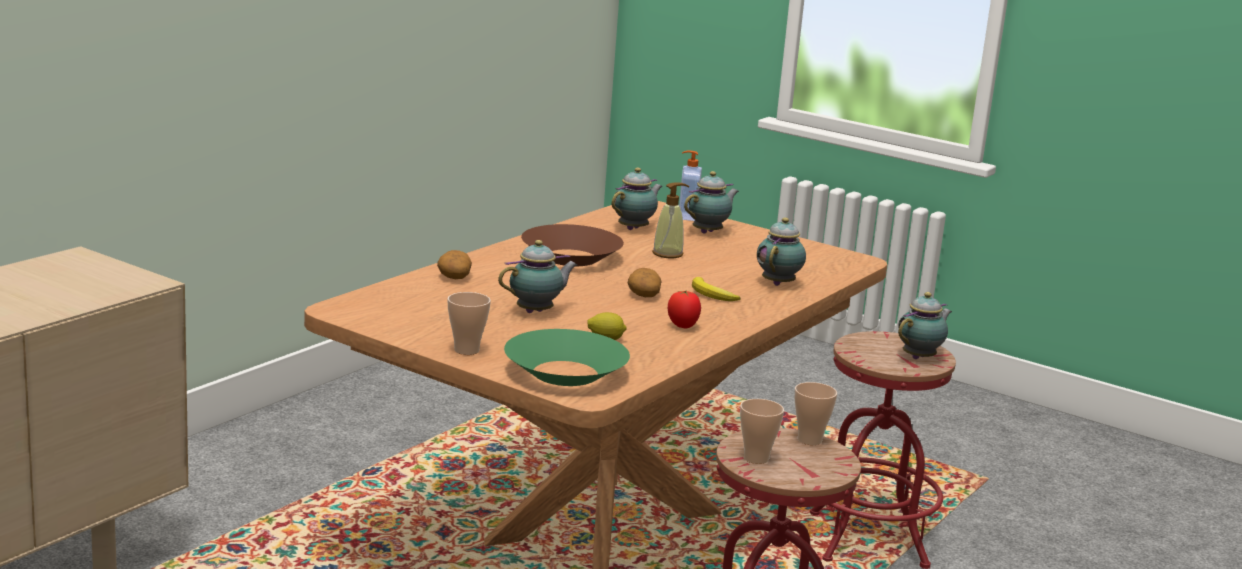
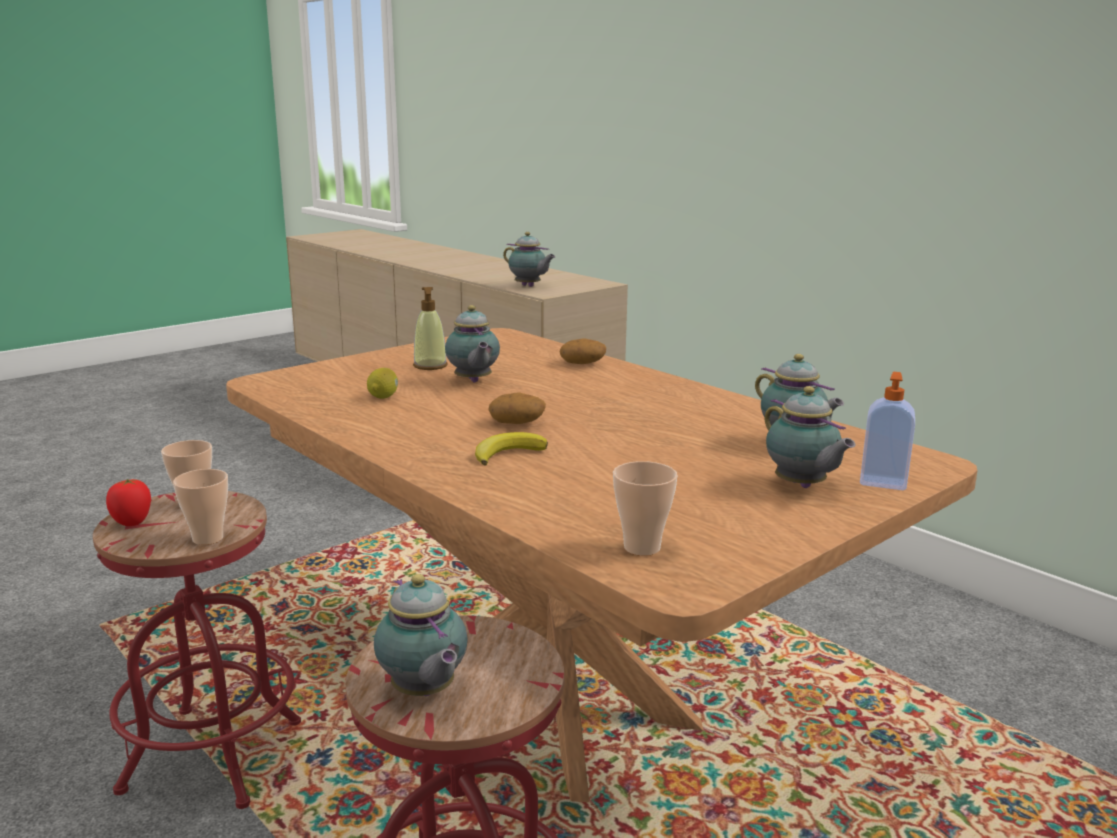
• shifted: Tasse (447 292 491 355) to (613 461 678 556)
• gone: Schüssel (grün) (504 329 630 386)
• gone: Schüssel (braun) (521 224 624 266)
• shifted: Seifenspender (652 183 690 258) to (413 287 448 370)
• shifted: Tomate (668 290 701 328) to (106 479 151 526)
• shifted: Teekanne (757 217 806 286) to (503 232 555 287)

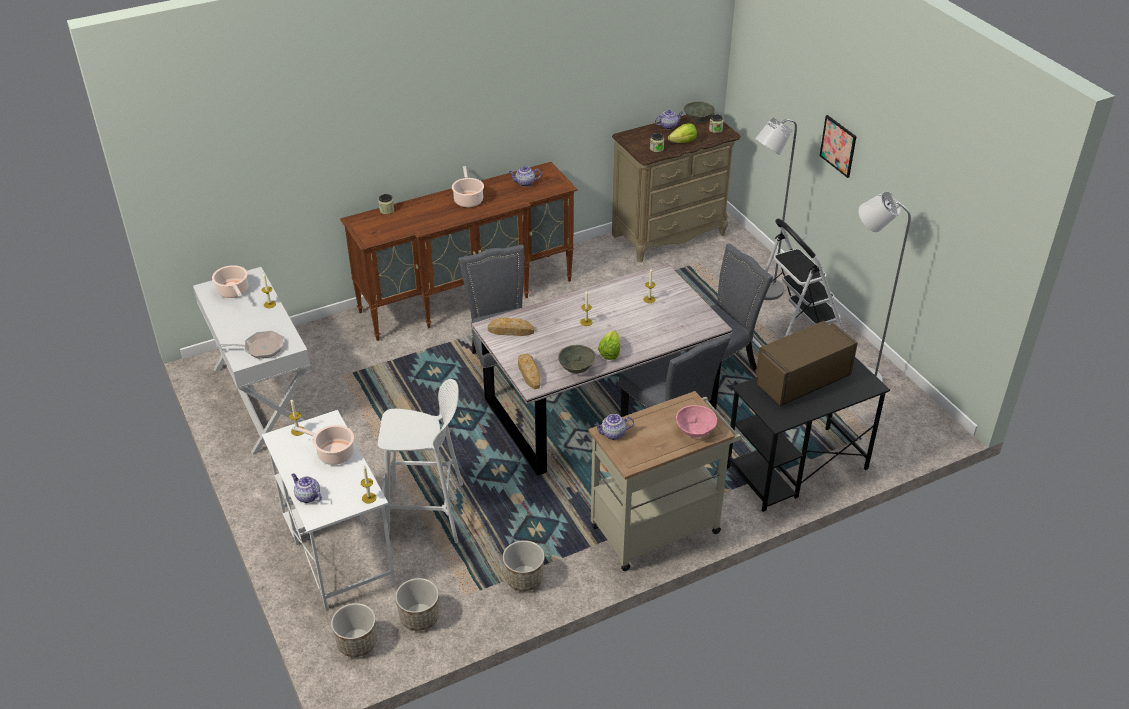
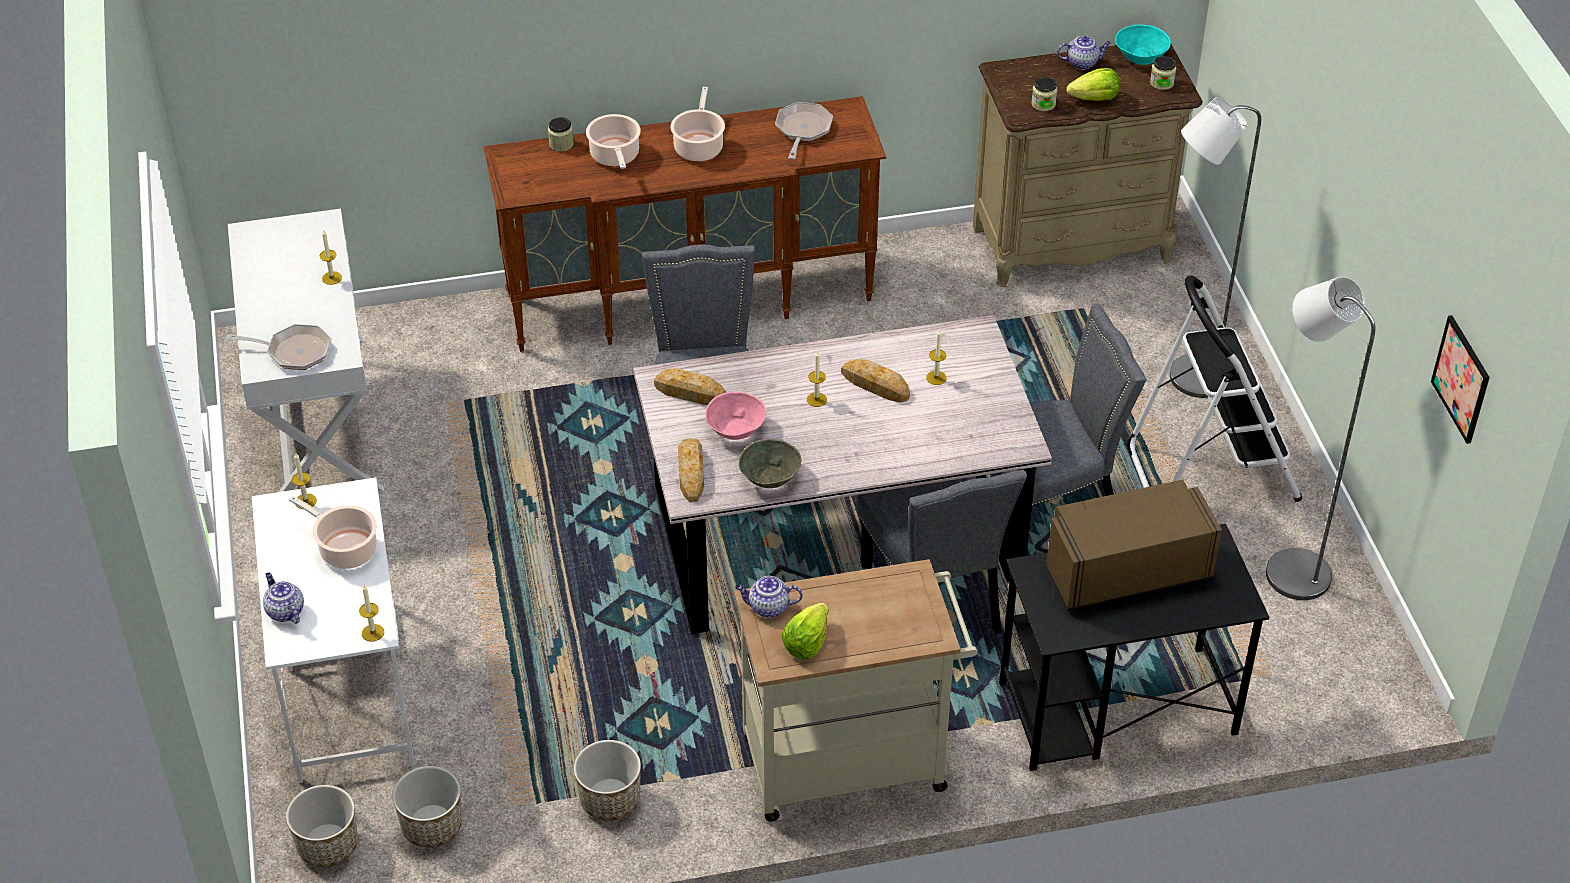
• shifted: Kochtopf (212 265 248 298) to (586 114 641 169)
• gone: Hocker (weiß) (378 379 463 543)
• swapped: Teekanne (509 166 541 187) to Pfanne (775 102 833 159)
• shifted: Salatkopf (598 330 620 360) to (781 603 829 660)
• shifted: Schüssel (rosa) (676 405 717 437) to (705 392 766 440)
• repainted: Schüssel (grau) (684 101 715 123) to Schüssel (türkis) (1115 25 1171 65)
• shifted: Bild (820 115 857 178) to (1431 315 1490 444)
• new: Brot (841 359 910 403)

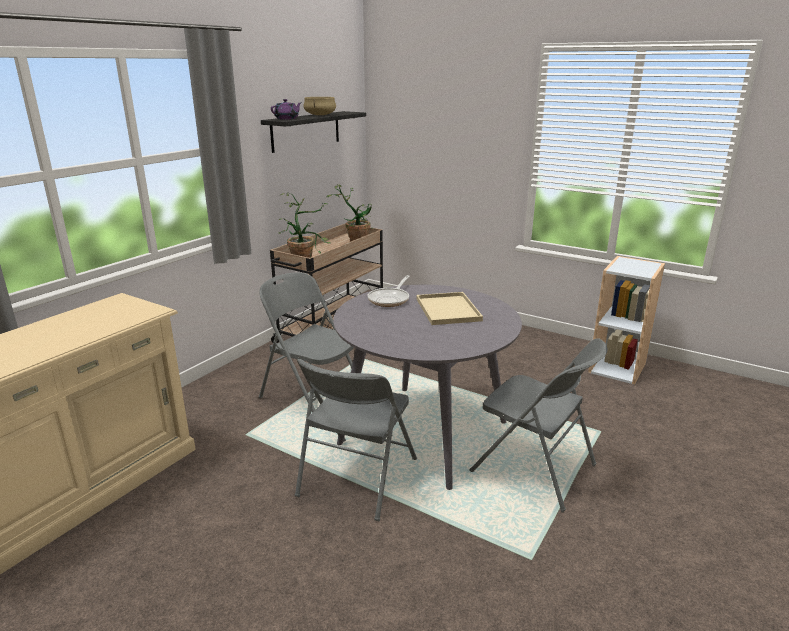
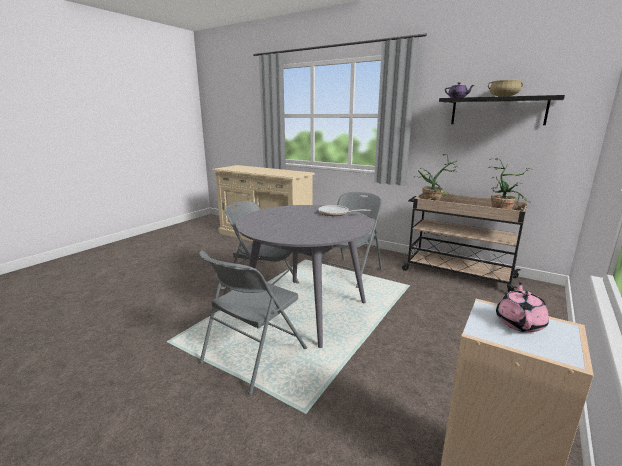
• gone: Tablett (beige) (417 292 483 325)
• new: Teekanne (rosa) (496 282 549 333)

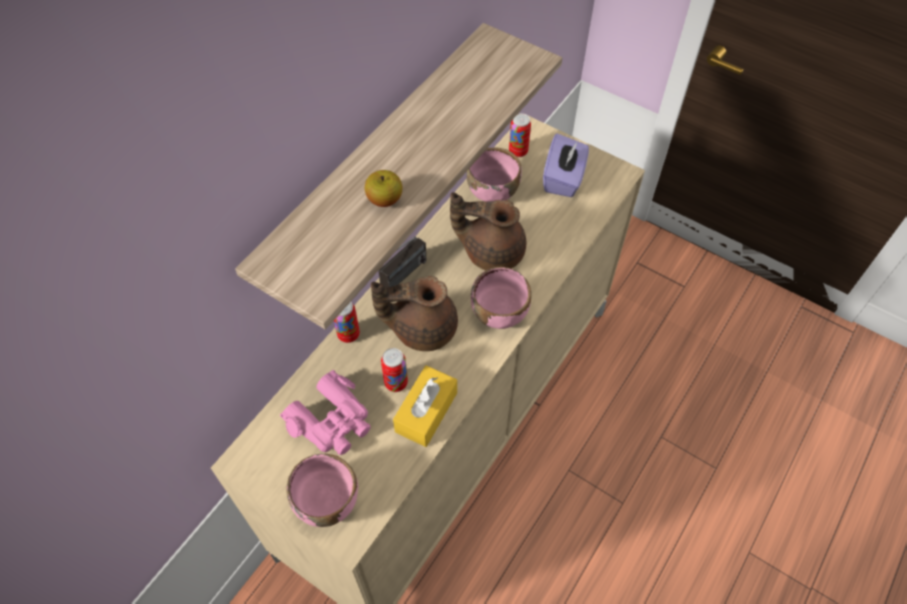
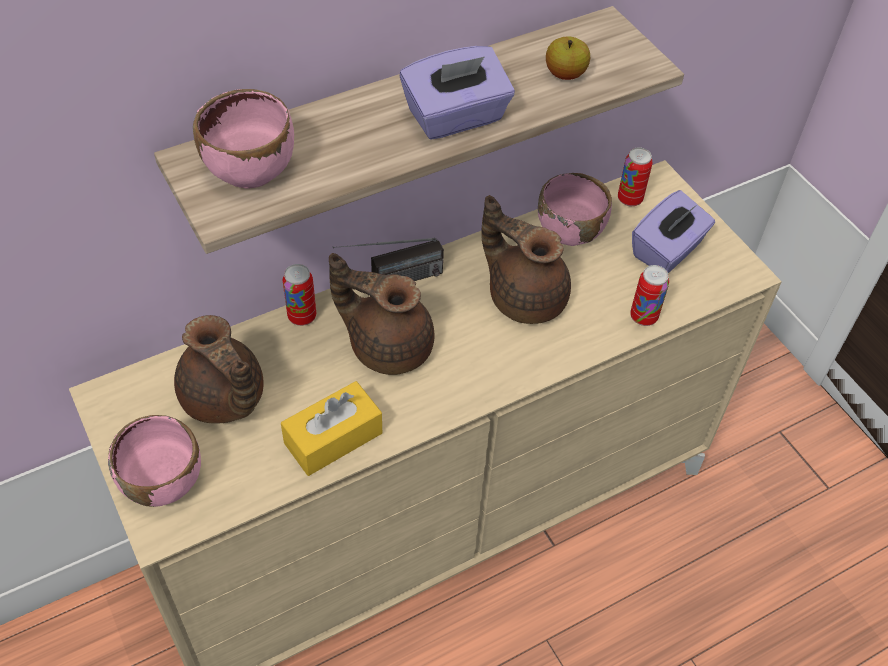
• swapped: Fernglas (rosa) (280 370 371 455) to Teekanne (braun) (174 315 264 424)
• shifted: Apfel (365 170 402 207) to (546 36 590 80)
• shifted: Dose (381 348 408 392) to (630 265 669 326)
• shifted: Schüssel (rosa) (471 267 531 329) to (193 89 294 188)
• new: Taschentuchbox (lila) (400 46 515 140)

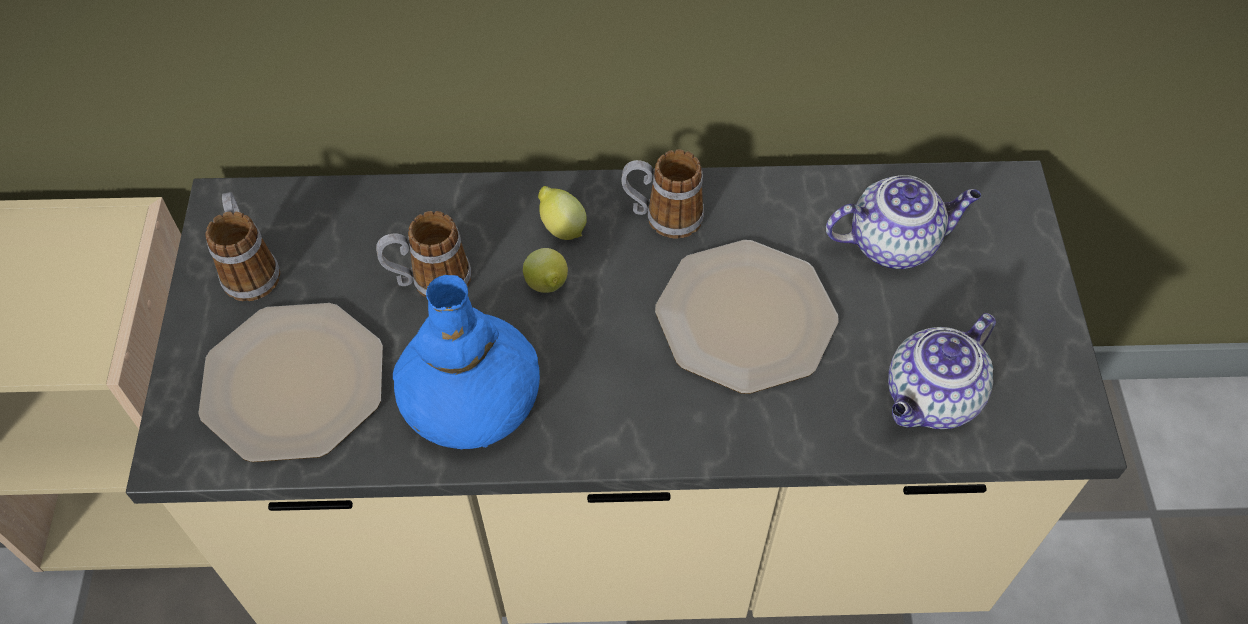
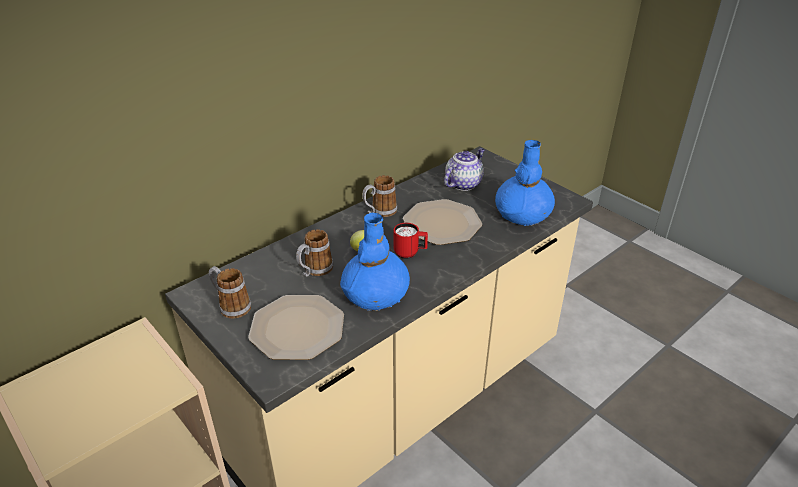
• gone: Zitrone (538 186 587 240)
• swapped: Teekanne (888 313 996 429) to Vase (blau) (495 140 555 226)
• new: Henkelbecher (rot) (393 223 428 259)

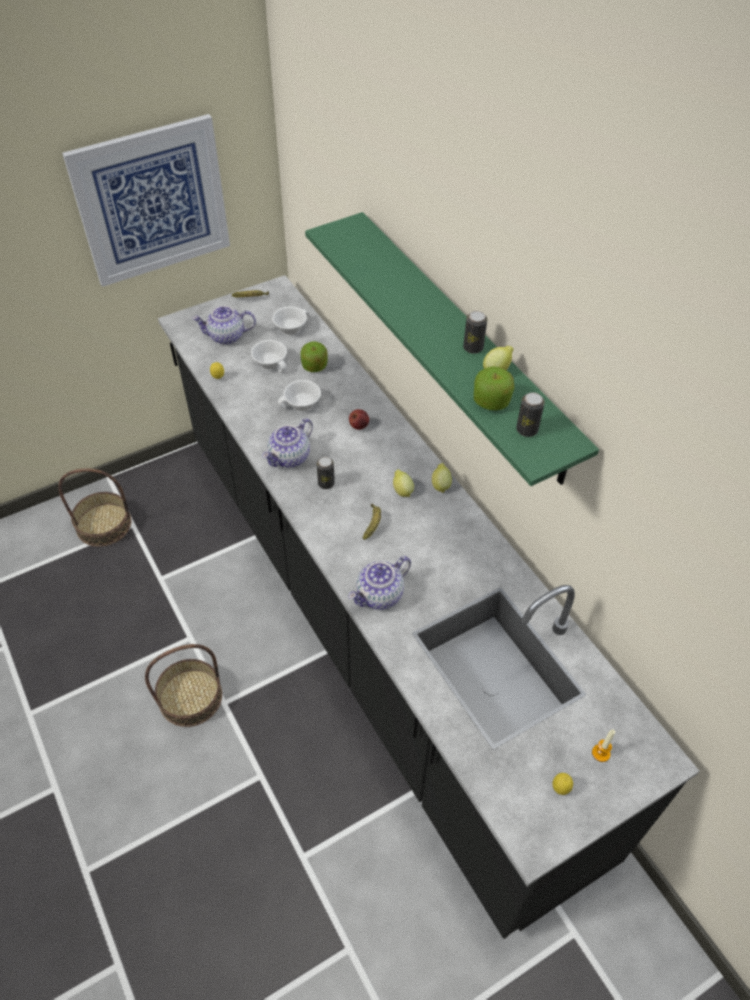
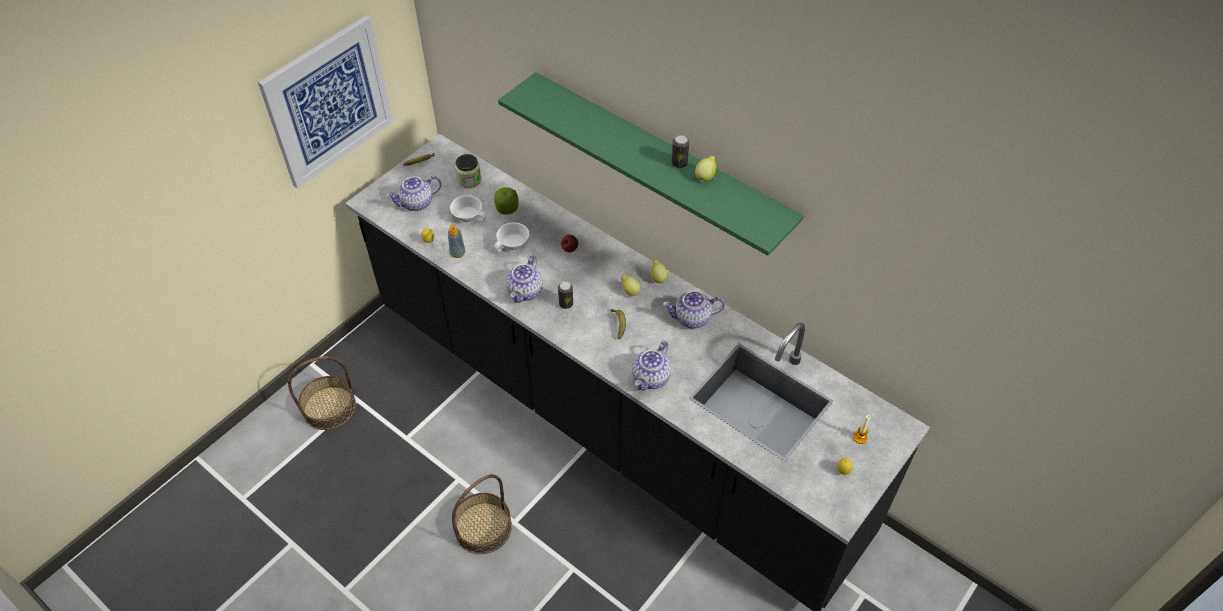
• swapped: Tasse (weiß) (272 306 309 336) to Vorratsglas (455 154 481 188)
• gone: Apfel (474 366 515 410)
• gone: Dose (516 392 545 437)
• new: Seifenspender (448 223 465 258)
• new: Teekanne (663 291 725 328)

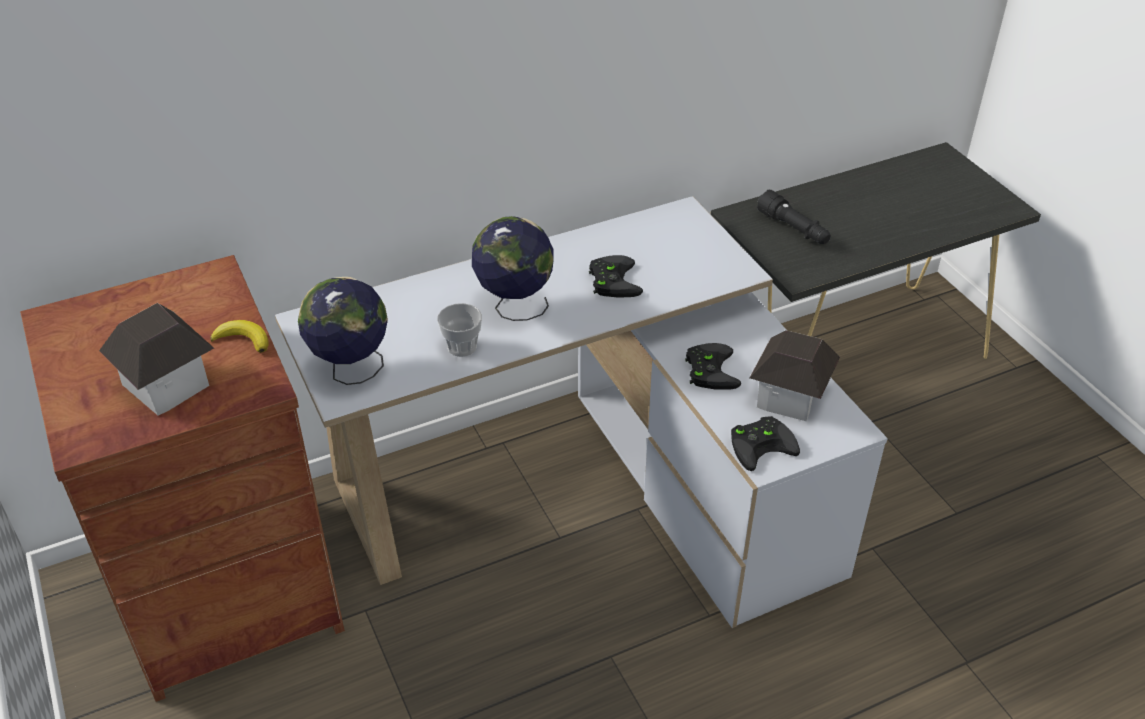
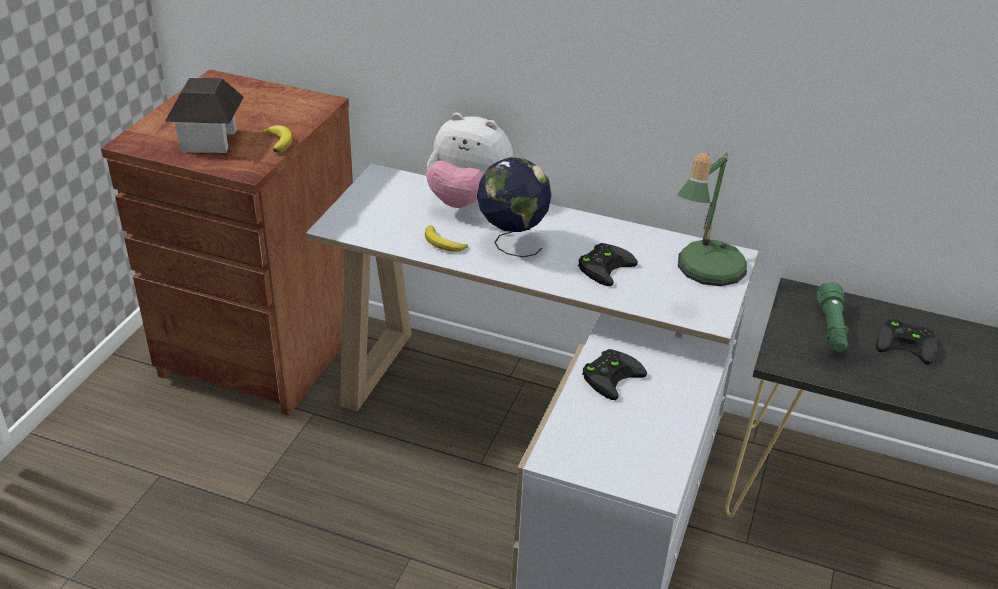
• gone: Globus (298 277 388 385)
• swapped: Tasse (438 303 482 357) to Banane (425 226 468 252)
• shifted: Gamepad (schwarz) (731 416 800 471) to (876 319 937 365)
• gone: Spielzeughaus (749 330 840 421)
• repainted: Taschenlampe (schwarz) (757 189 831 244) to Taschenlampe (grün) (817 282 849 352)
• new: Plüschtier (426 113 513 208)
• new: Tischlampe (677 152 747 286)

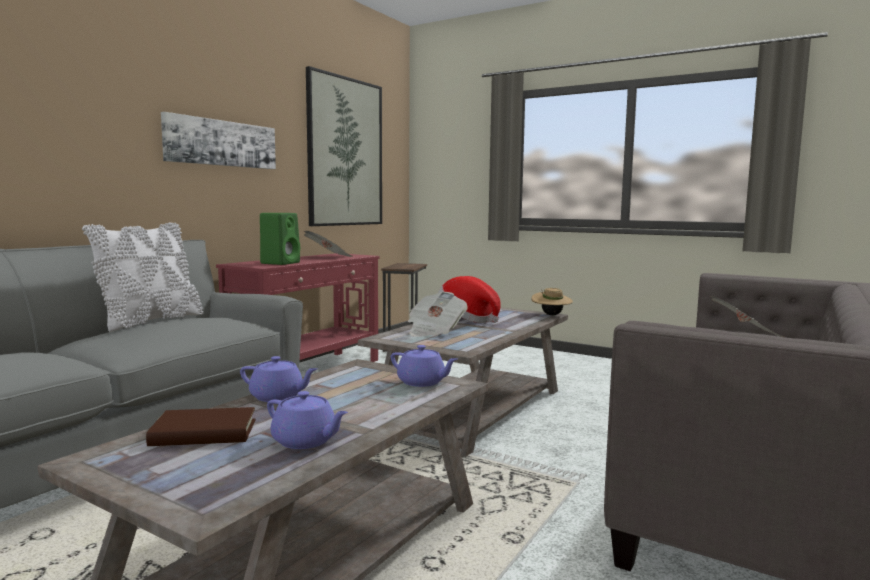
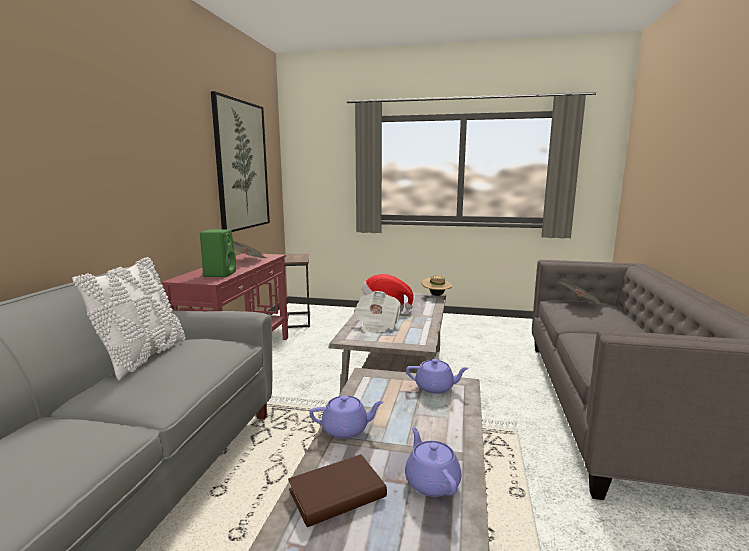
• gone: Bild (161 112 276 169)
• rotated: Teekanne (lila) (267 391 348 449) = (405 427 461 497) 120 degrees counterclockwise

